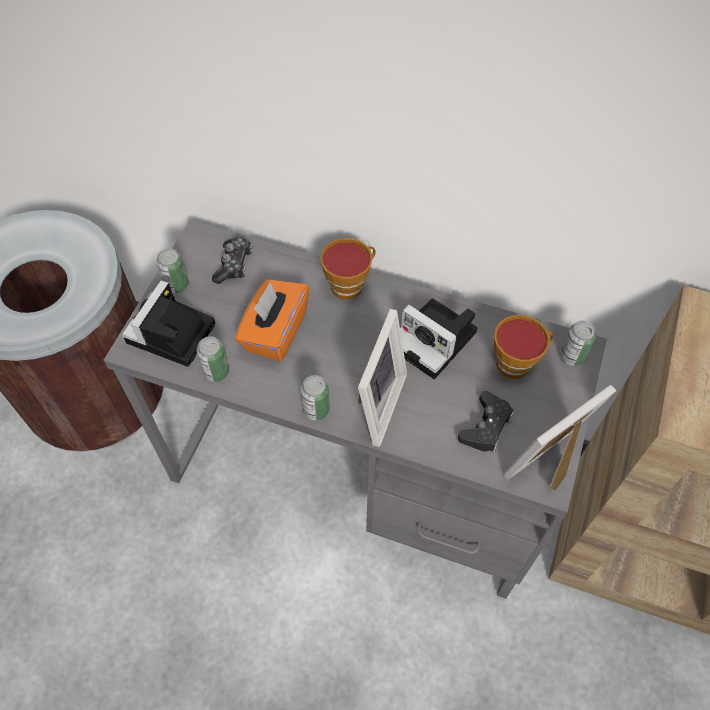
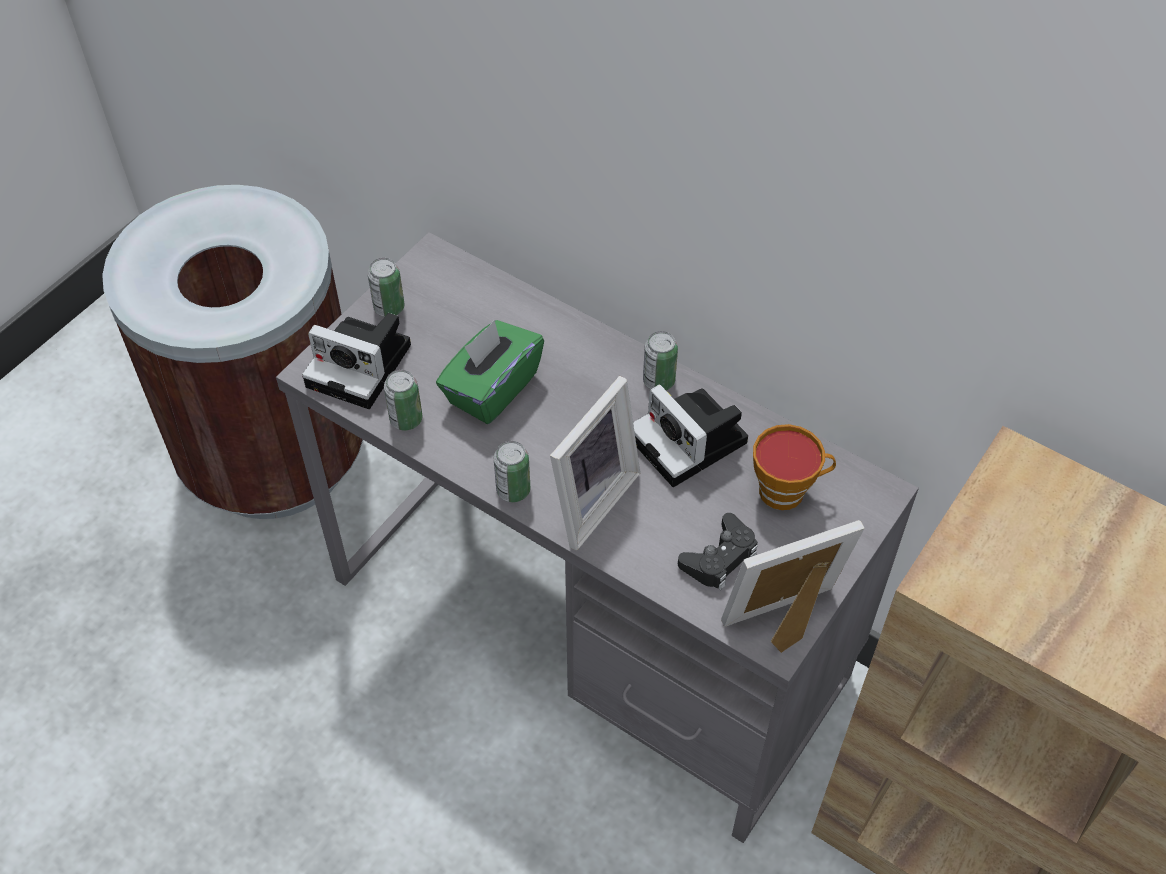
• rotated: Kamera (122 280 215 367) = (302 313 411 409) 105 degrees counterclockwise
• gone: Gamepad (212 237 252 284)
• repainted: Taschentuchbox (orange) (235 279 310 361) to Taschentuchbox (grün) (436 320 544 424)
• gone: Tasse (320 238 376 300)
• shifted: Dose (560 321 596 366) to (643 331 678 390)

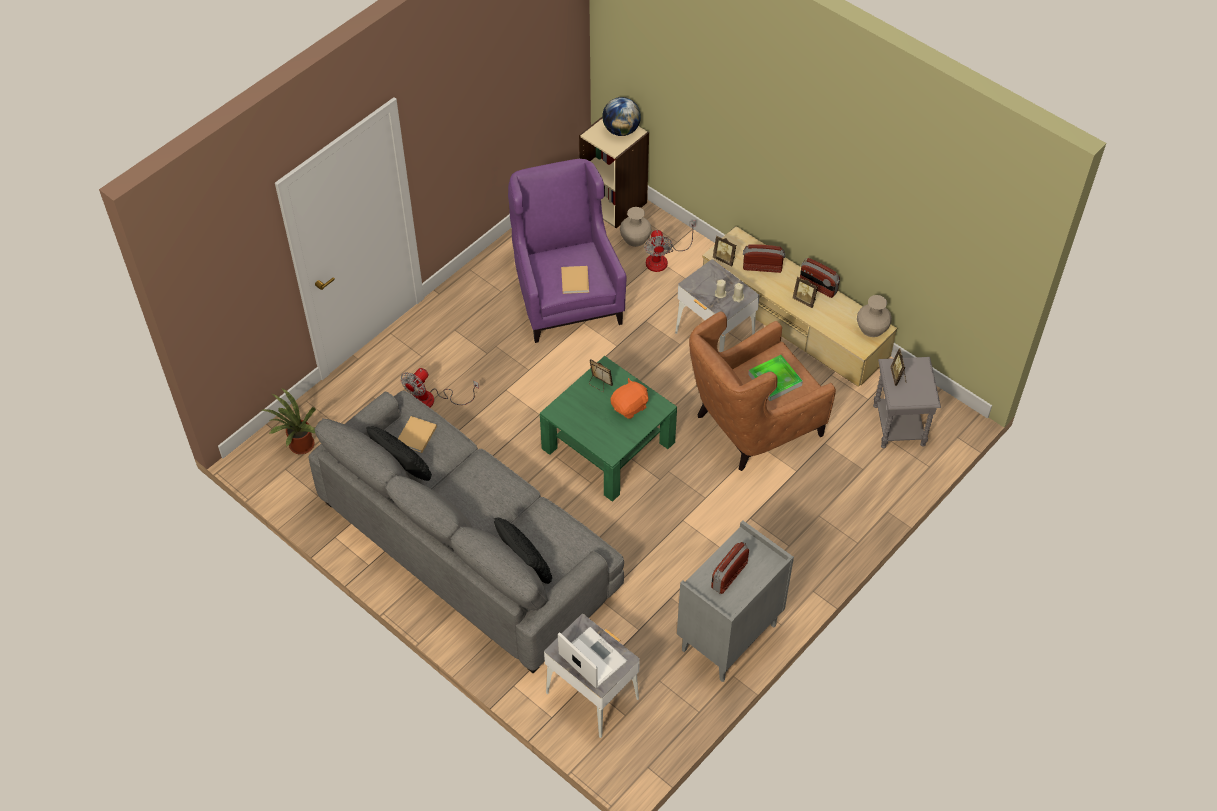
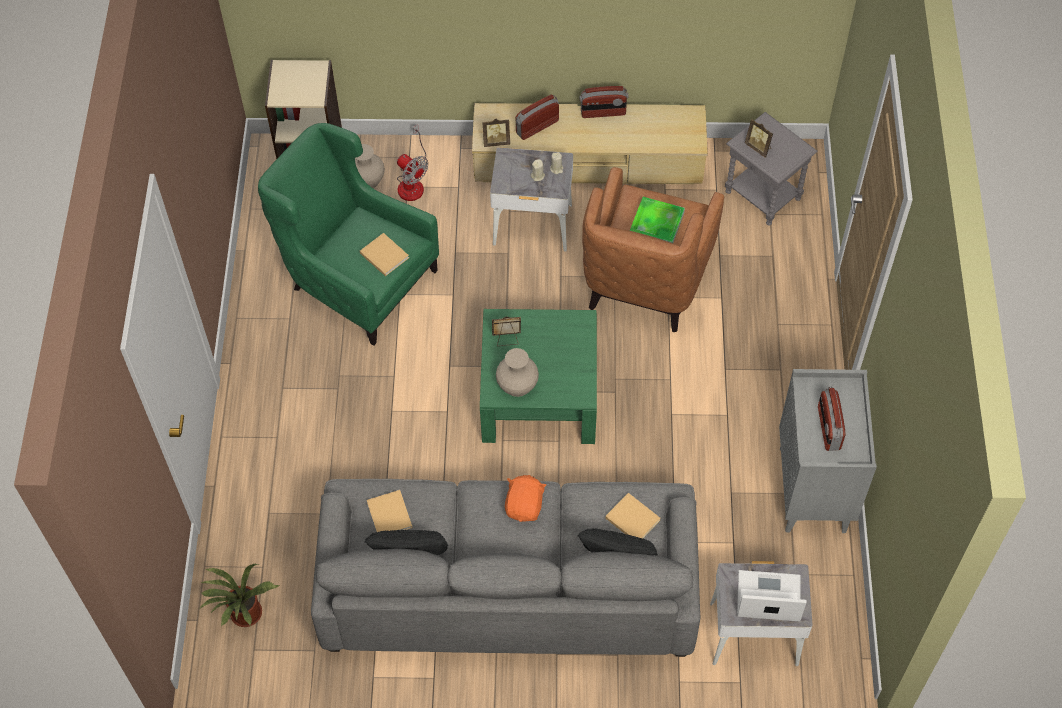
• gone: Ventilator (400 368 479 408)
• repainted: Sessel (lila) (508 159 626 343) to Sessel (grün) (258 123 439 346)
• gone: Globus (602 97 641 136)
• shifted: Plüschtier (orange) (610 378 648 419) to (505 475 546 522)
• gone: Bilderrahmen (793 277 818 308)
• shifted: Vase (beige) (857 295 892 337) to (496 348 539 397)
• new: Buch (beige) (605 493 660 538)

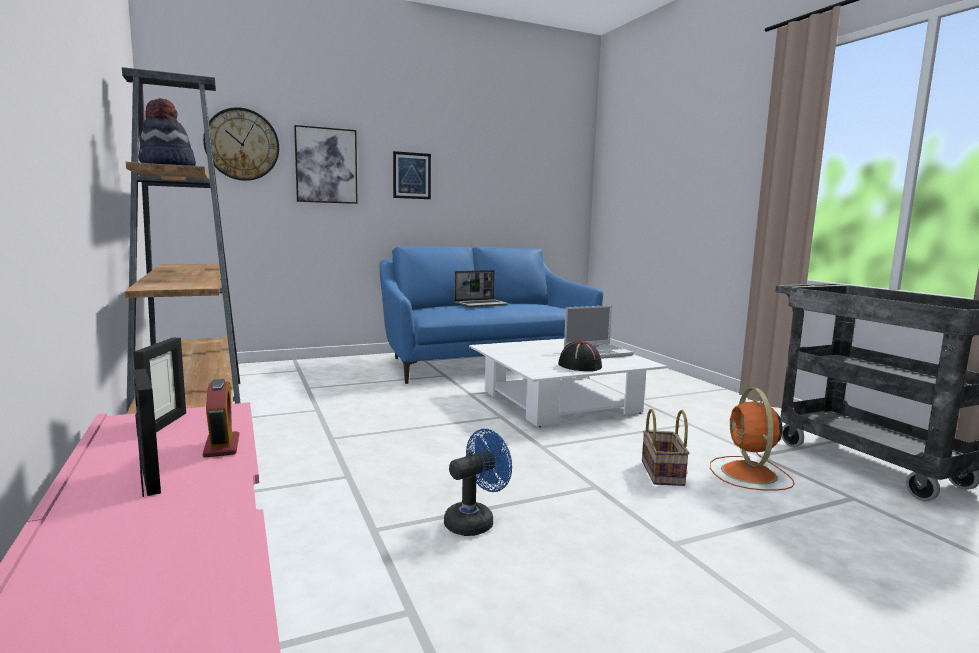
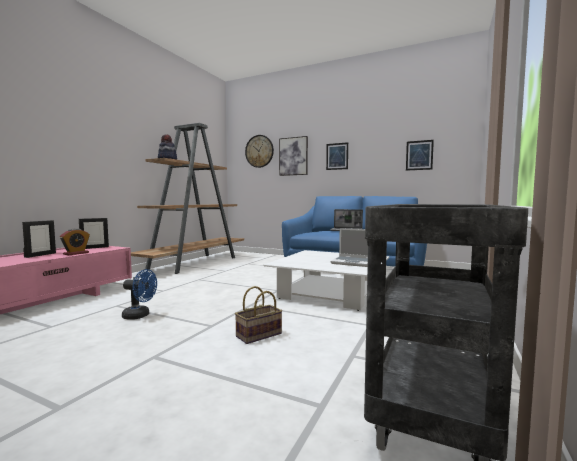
• gone: Hut (schwarz) (558 341 602 371)
• gone: Ventilator (orange) (710 388 795 491)
• new: Bild (406 140 434 171)

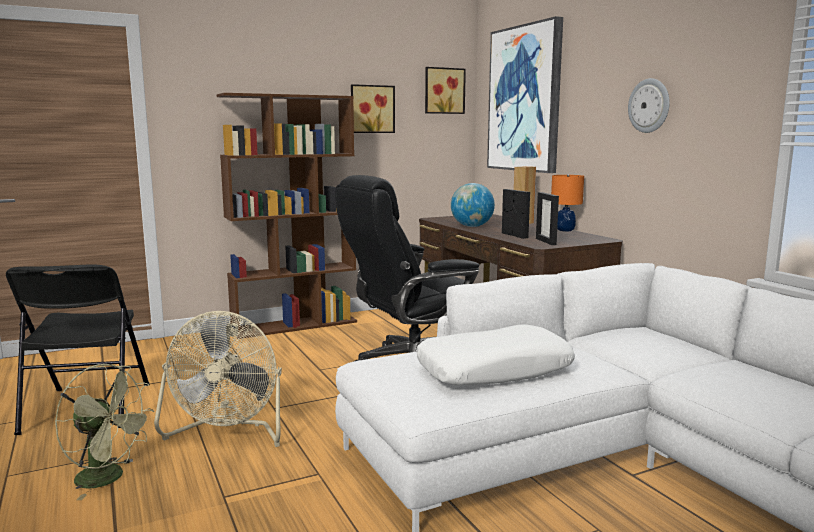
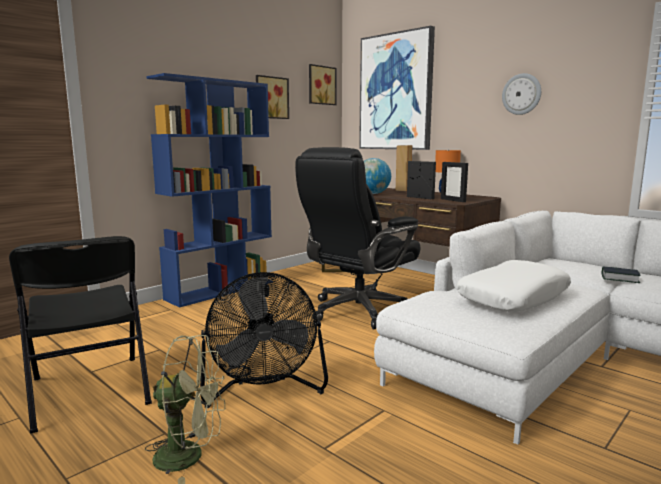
• repainted: Ventilator (beige) (154 311 282 447) to Ventilator (schwarz) (200 272 328 408)
• repainted: Bücherregal (braun) (217 93 357 339) to Bücherregal (blau) (146 73 272 308)
• new: Buch (601 266 641 283)

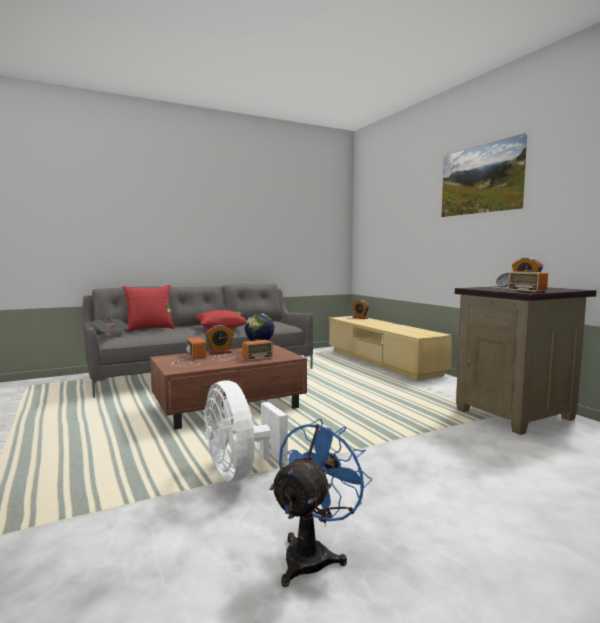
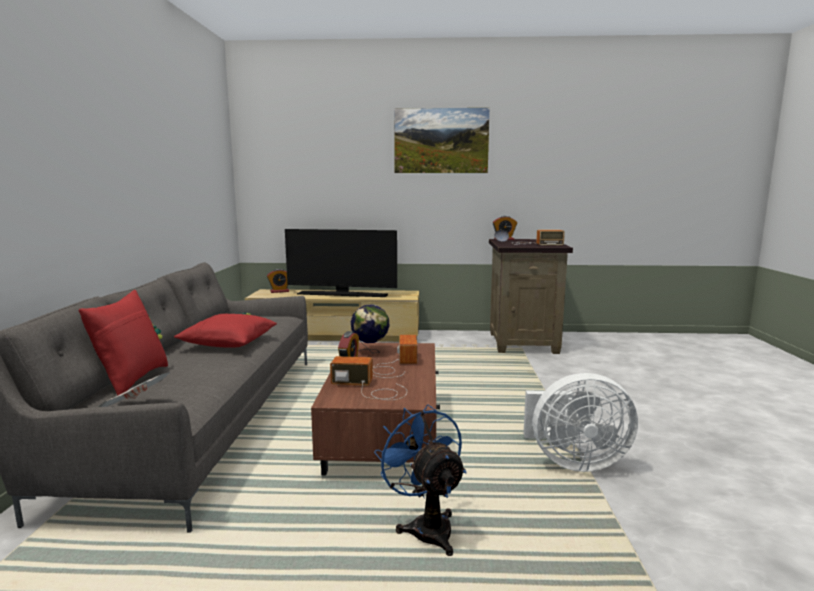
• shifted: Ventilator (blau) (269 419 372 587) to (374 405 467 556)
• new: Fernseher (285 229 397 297)

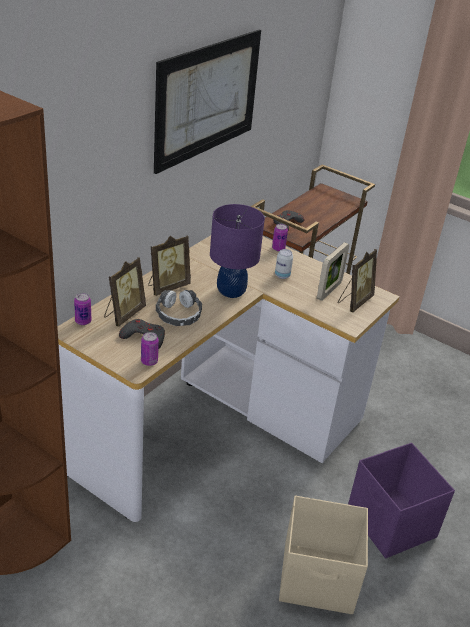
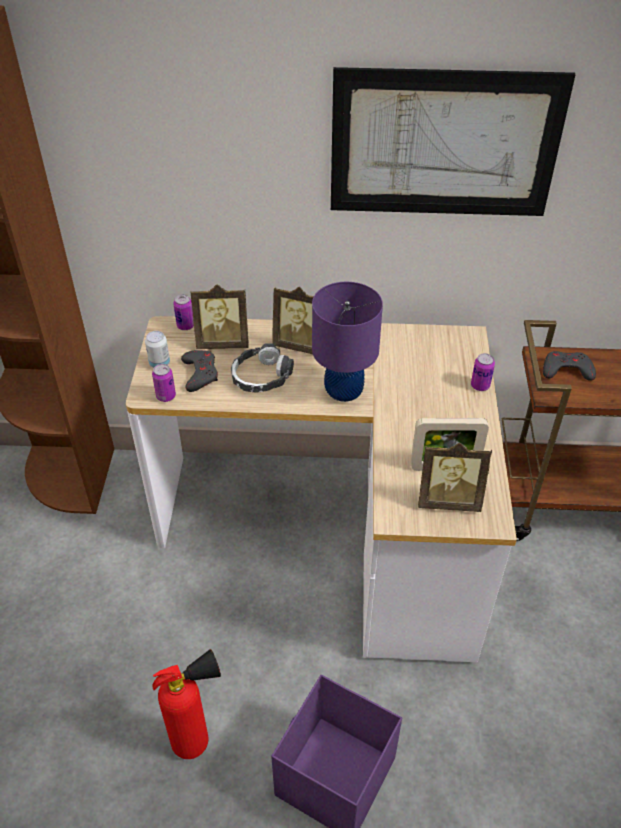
• shifted: Dose (275 249 293 279) to (145 331 170 368)
• swapped: Aufbewahrungsbox (beige) (279 496 368 614) to Feuerlöscher (152 649 221 759)

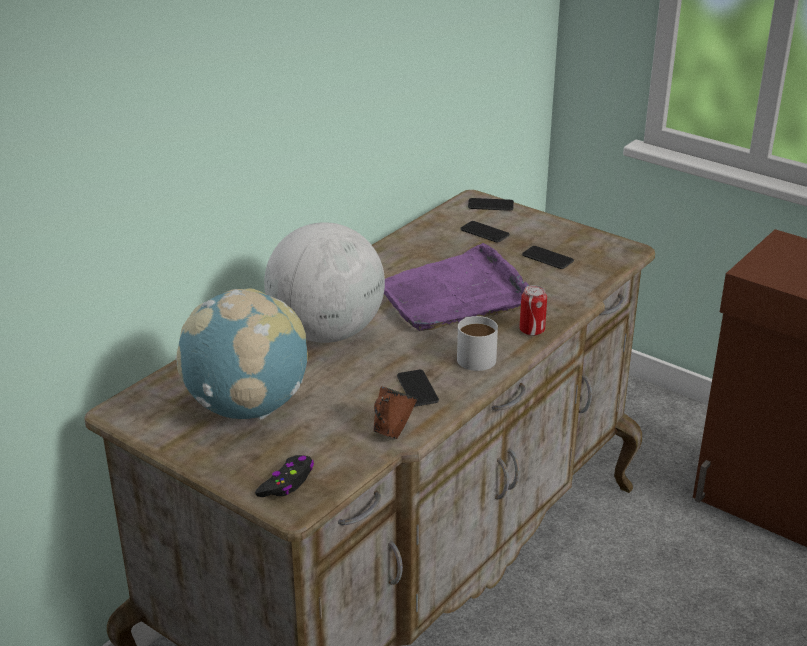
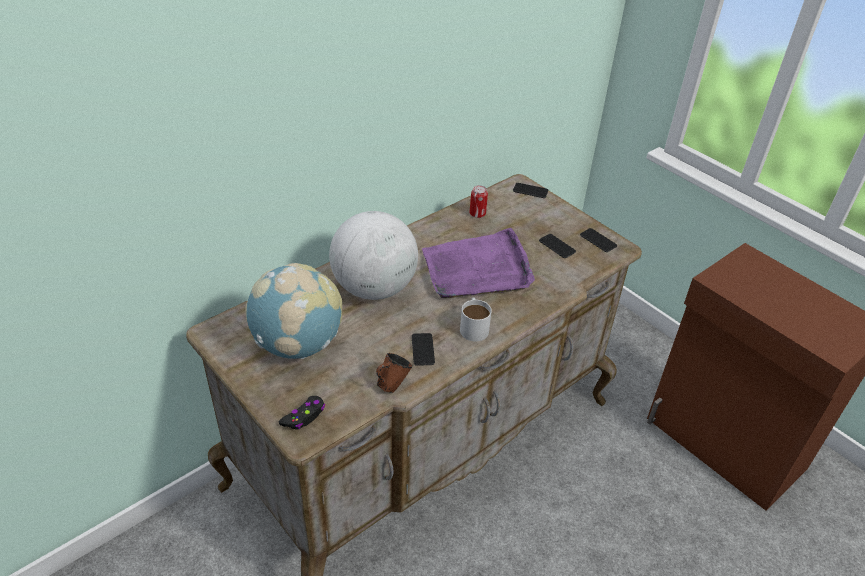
• shifted: Handy (460 221 510 243) to (580 228 617 252)
• shifted: Dose (519 285 547 336) to (469 185 488 218)

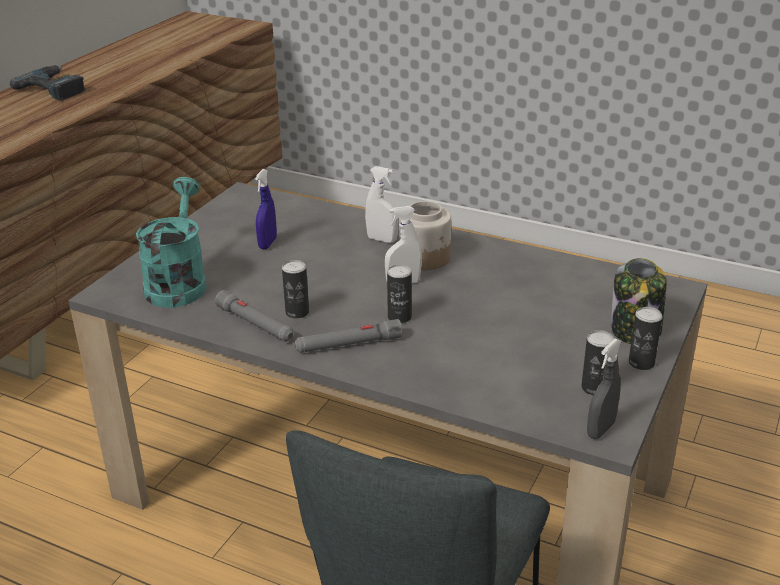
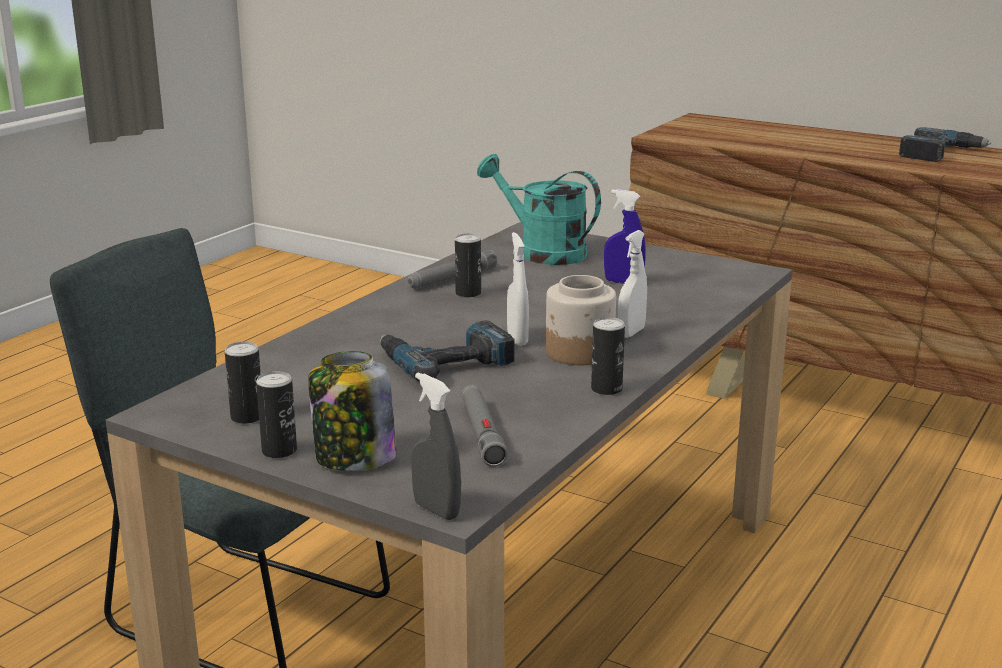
• rotated: Gießkanne (türkis) (136 177 207 308) = (477 154 601 265) 150 degrees counterclockwise
• shifted: Taschenlampe (grau) (295 319 403 353) to (462 385 508 467)
• shifted: Dose (387 264 412 323) to (591 317 625 395)
• shifted: Sprühflasche (grau) (587 339 622 439) to (411 372 461 520)
• new: Bohrmaschine (380 320 515 382)

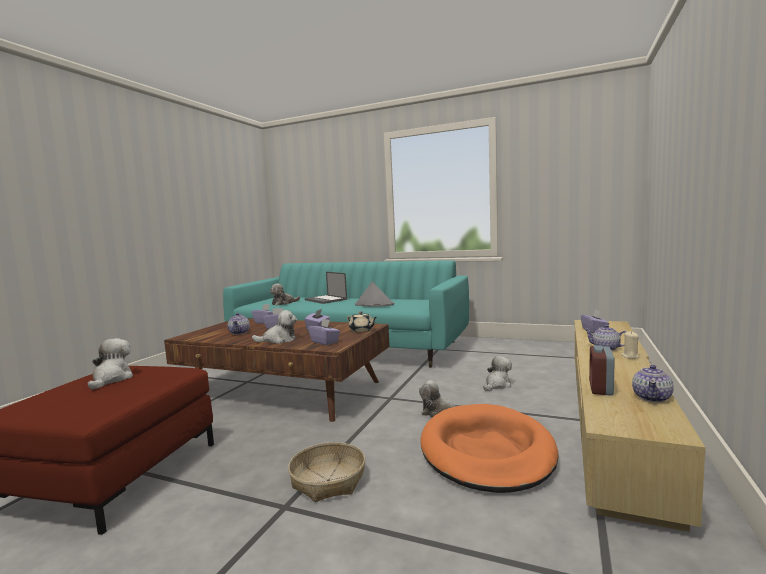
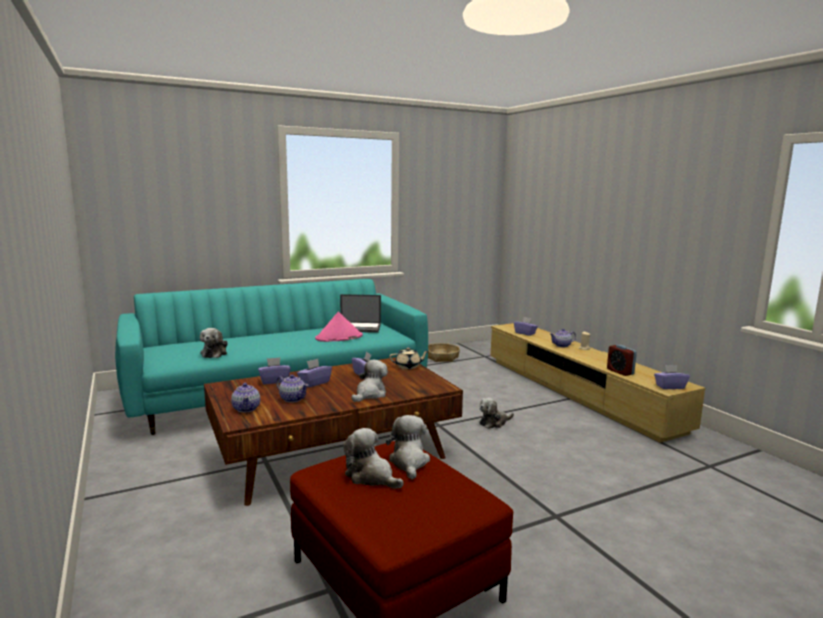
• shifted: Korb (288 442 365 502) to (428 343 460 362)
• shifted: Laptop (305 272 347 304) to (340 294 381 333)
• shifted: Taschentuchbox (lila) (308 319 340 345) to (654 365 690 389)
• repainted: Hut (grau) (355 281 394 307) to Hut (rosa) (315 312 363 342)
• gone: Hundebett (orange) (420 404 559 493)
• shifted: Plüschtier (483 356 512 391) to (386 415 430 480)
• shifted: Teekanne (632 365 674 402) to (231 383 260 413)

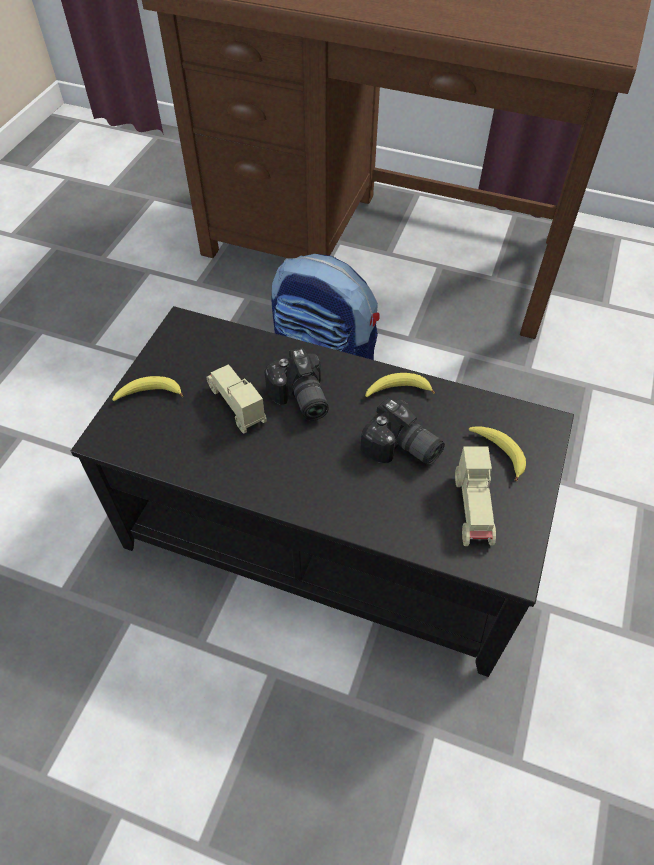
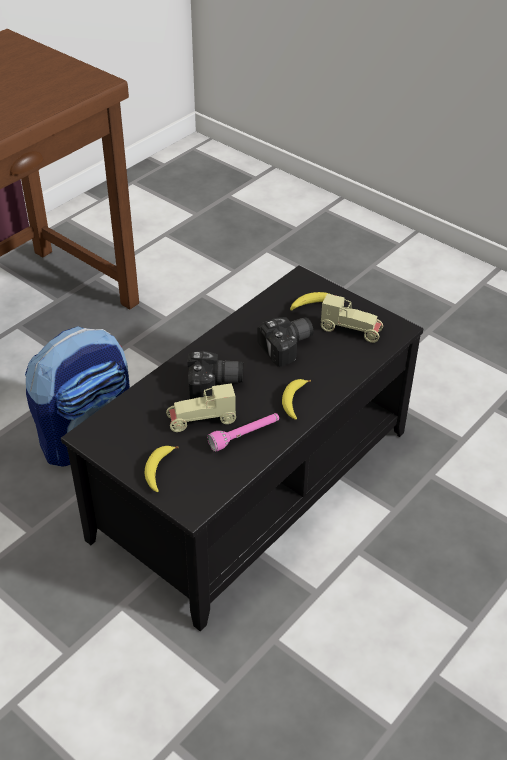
• shifted: Banane (365 373 435 397) to (282 379 311 420)
• new: Taschenlampe (rosa) (207 413 279 452)

